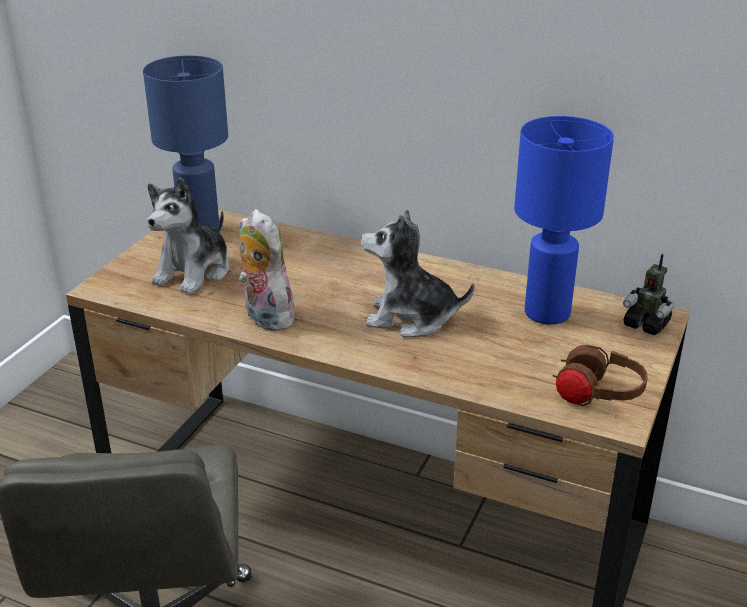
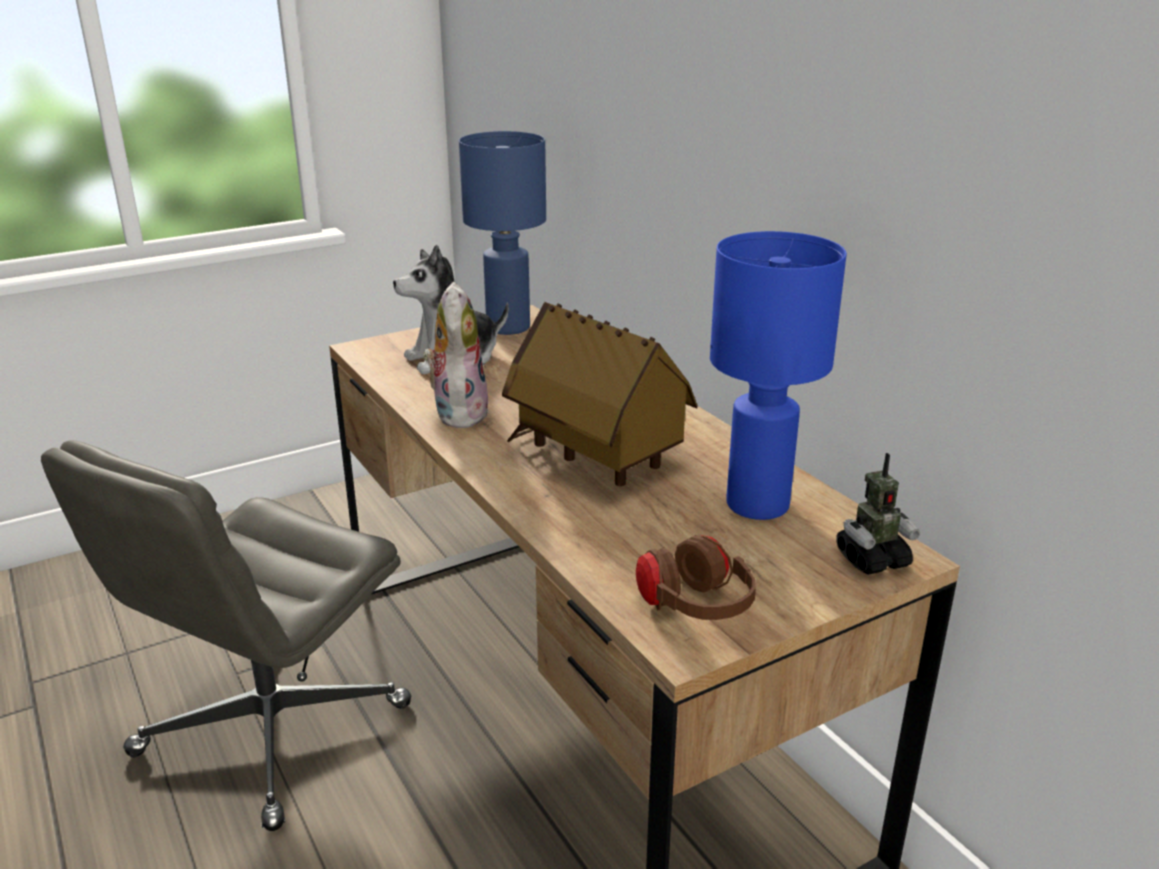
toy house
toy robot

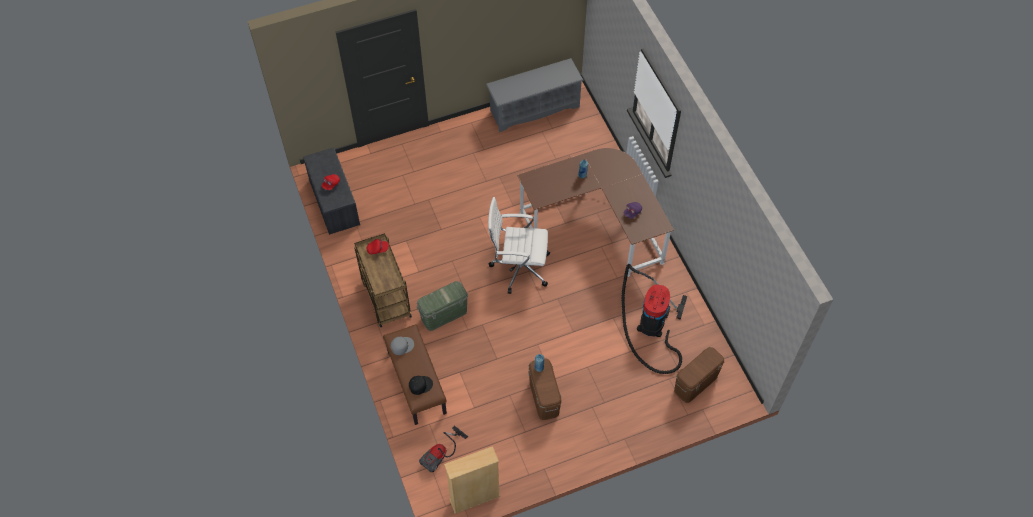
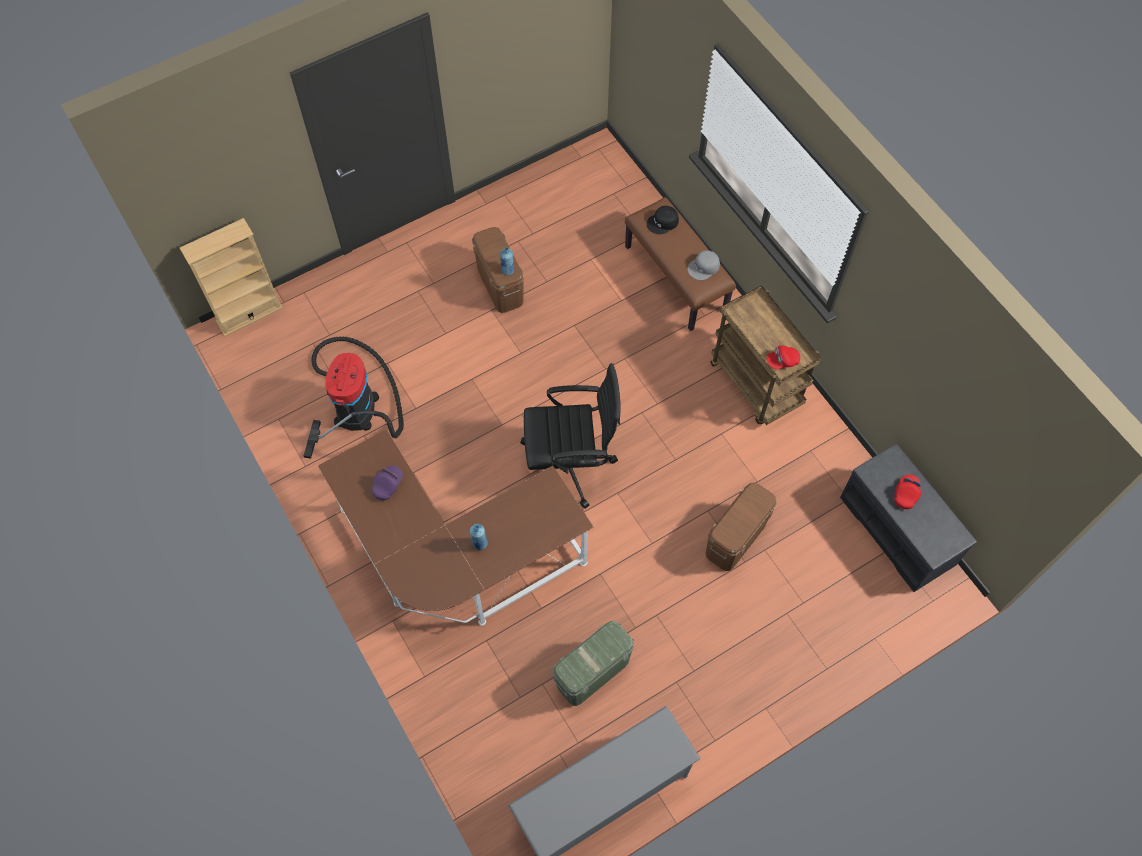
green storage box
vacuum cleaner (no. 1 from left in the first image)
beige bookcase
black office chair
brown storage box (no. 2 from left)

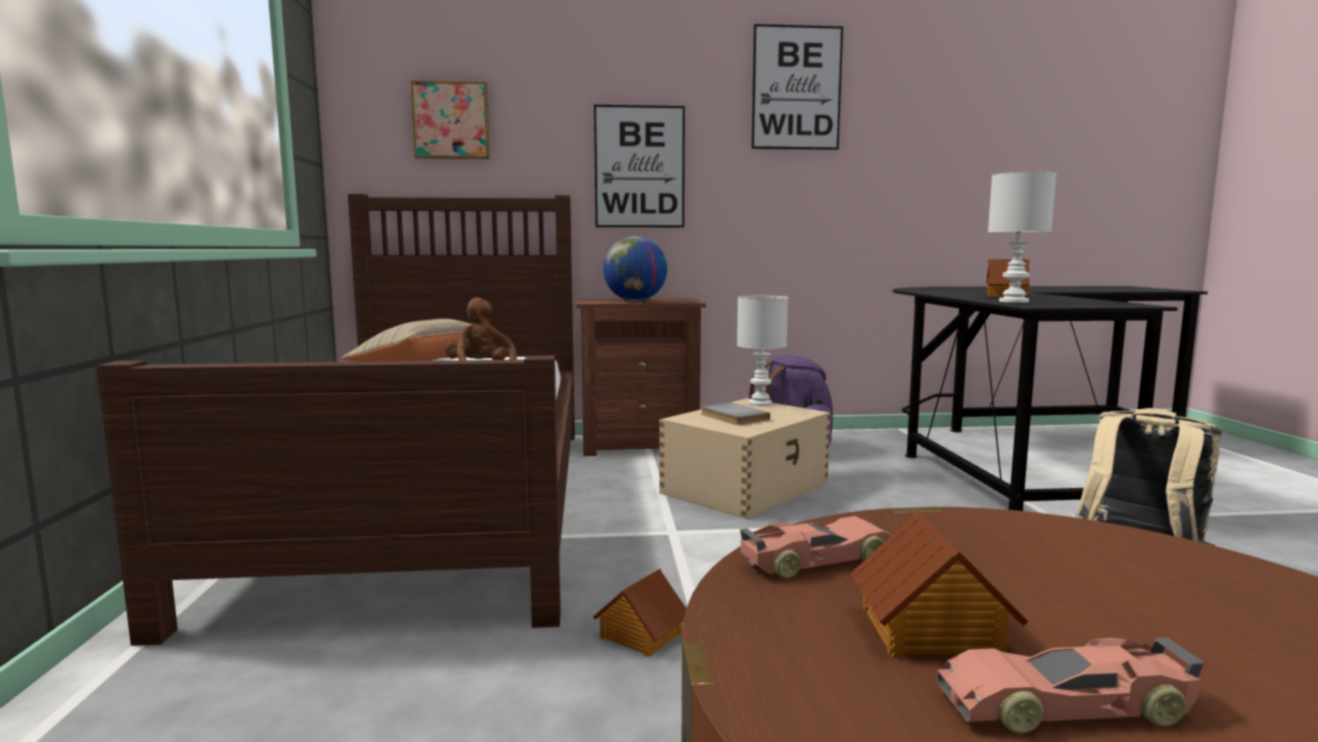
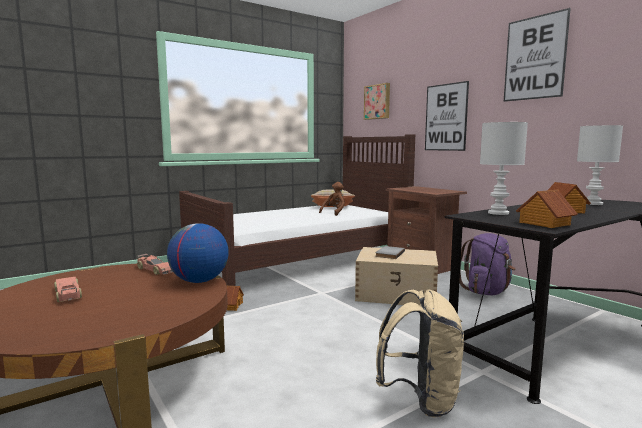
globe
white table lamp (no. 2 from left)
toy house (no. 2 from left)

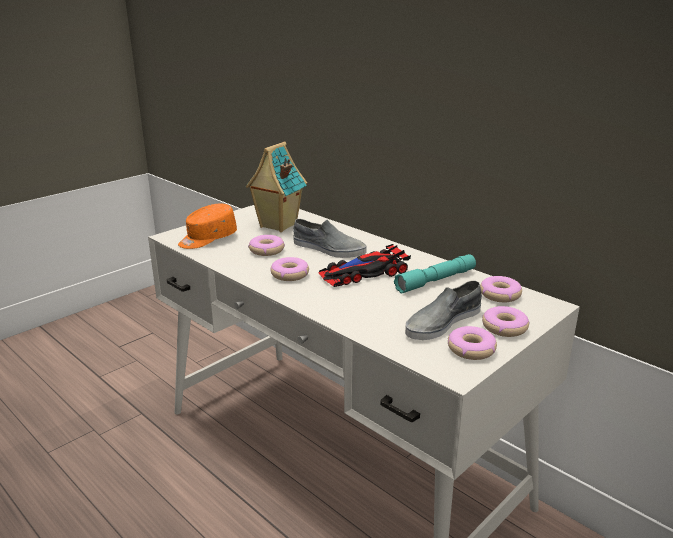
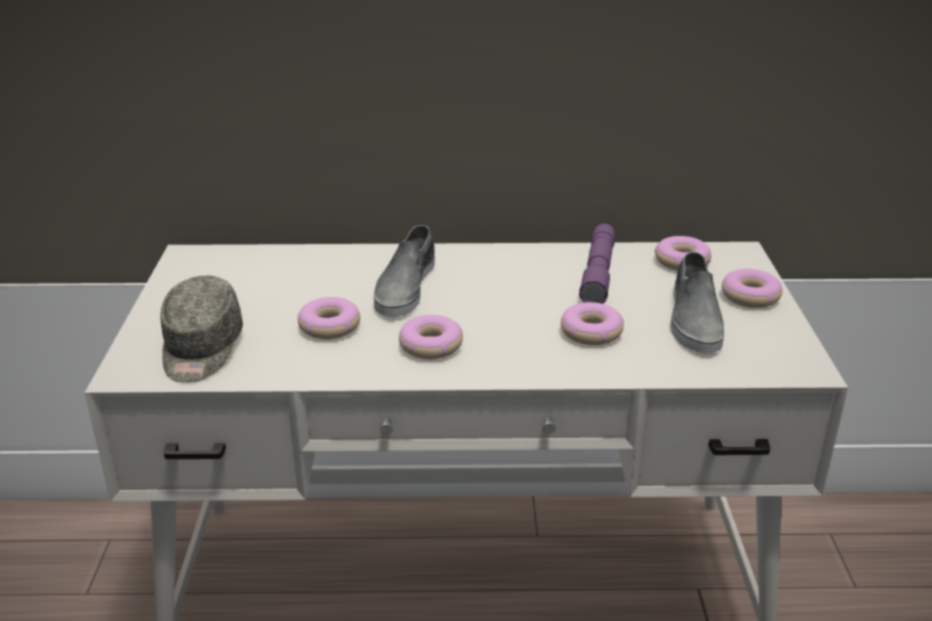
grey cap
toy house
grey shoe (no. 1 from left)
toy car
purple flashlight
donut (no. 3 from left)

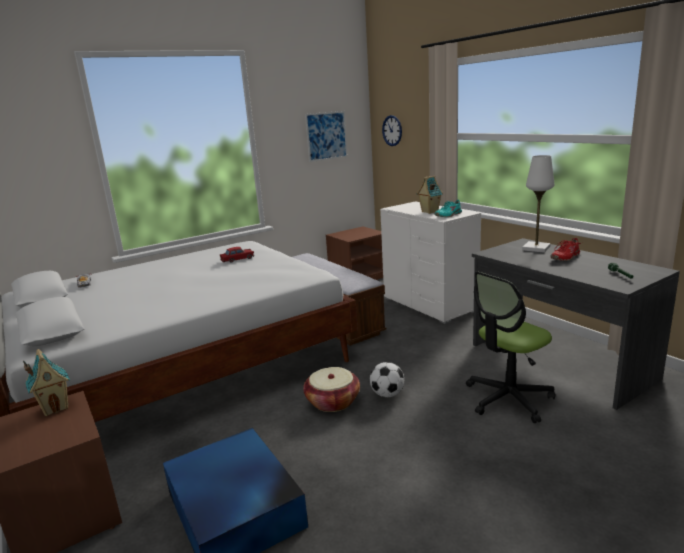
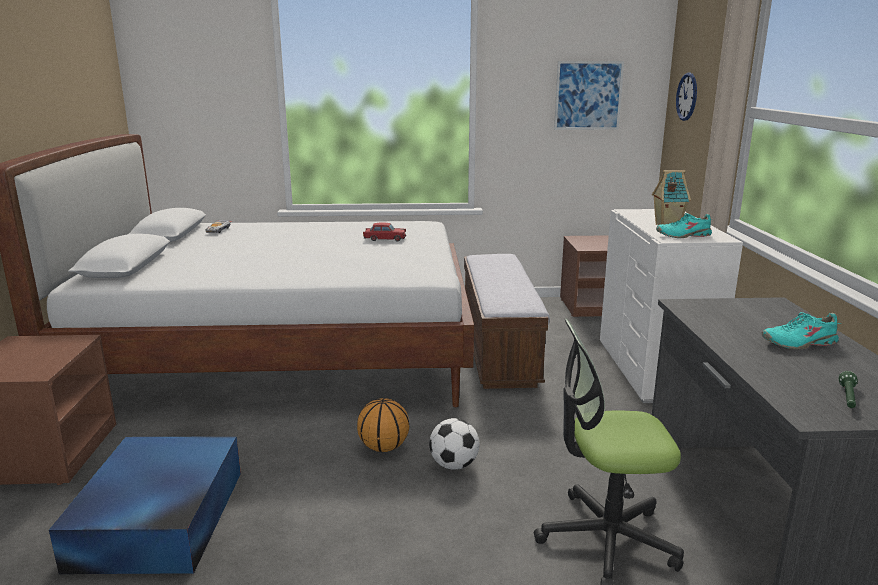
toy house (no. 1 from left in the first image)
basketball
white table lamp
turquoise shoe (no. 2 from left)

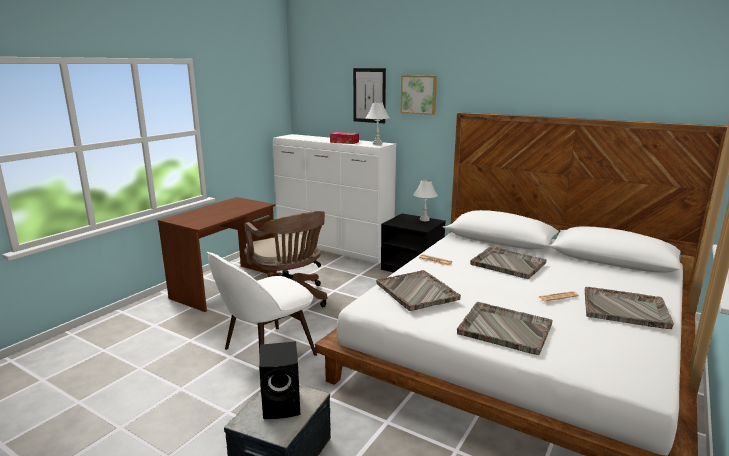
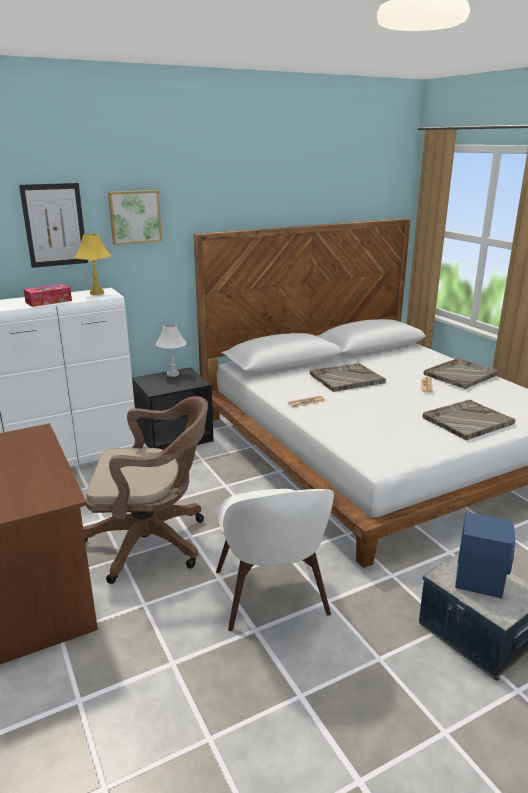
blue speaker
yellow table lamp
grey tray (no. 1 from left in the first image)

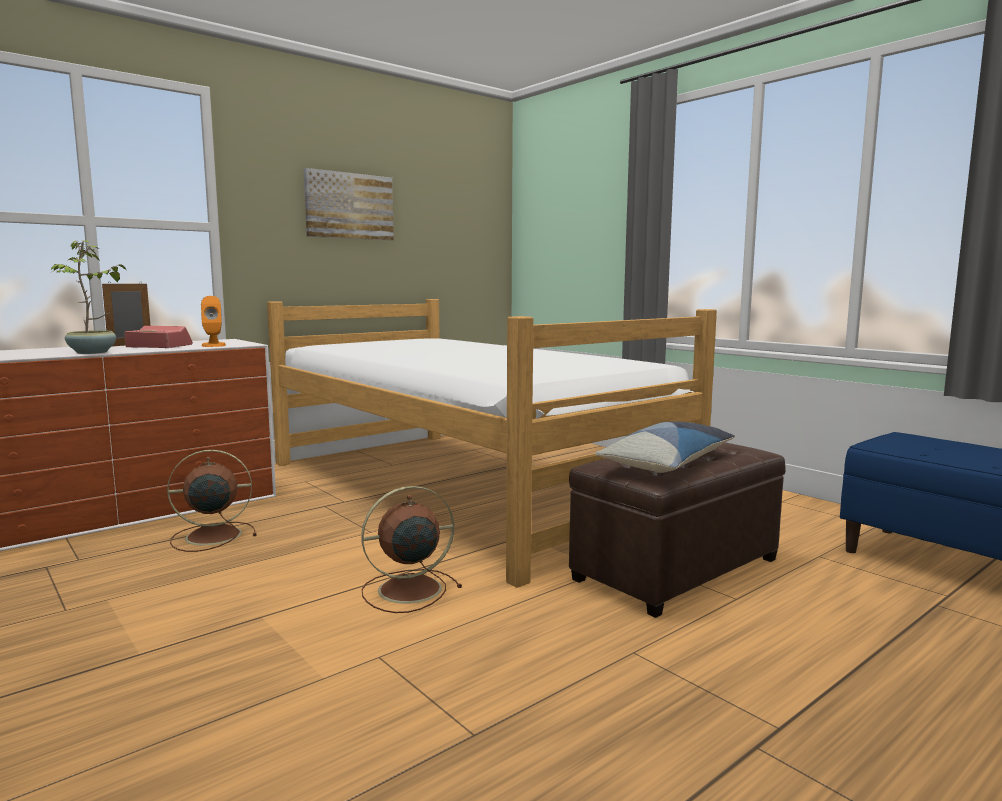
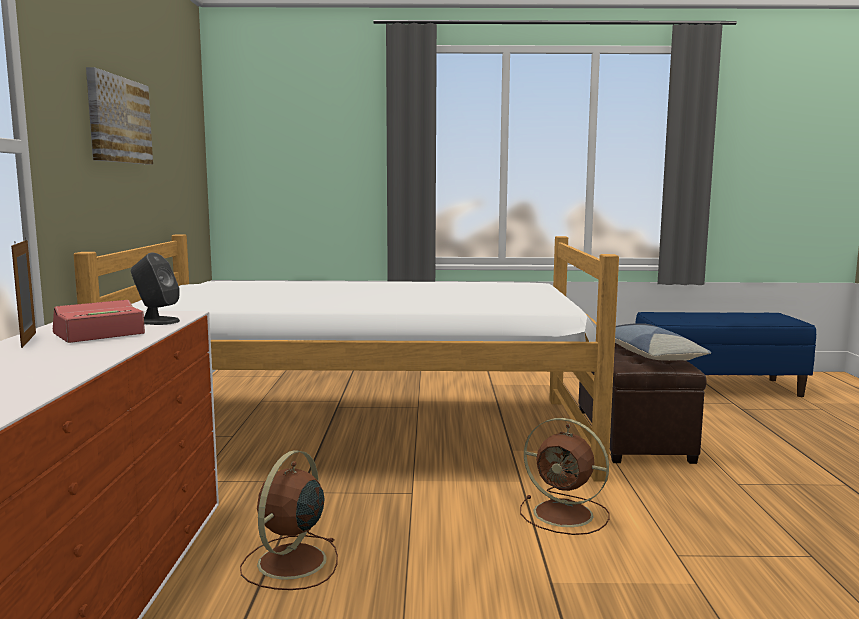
potted plant
grey speaker
brown fan (no. 2 from left)

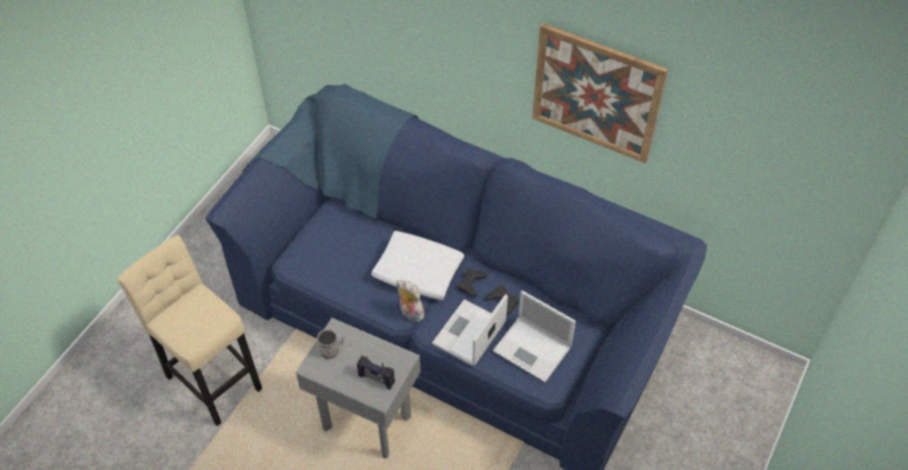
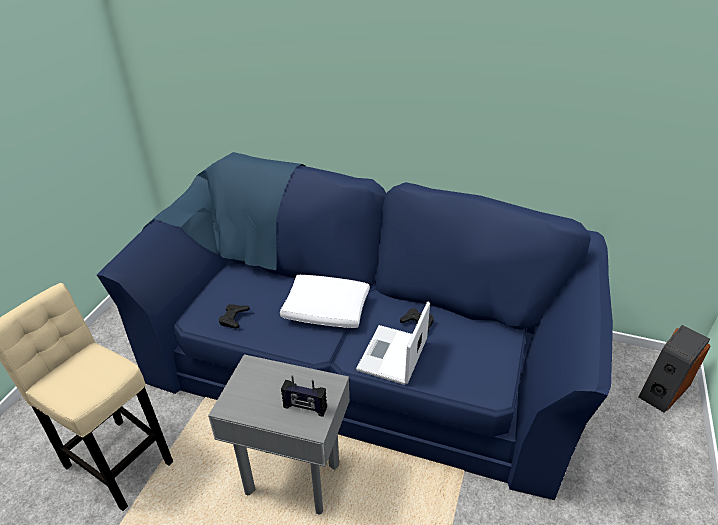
grey mug
plush toy
black game controller (no. 1 from left)
laptop (no. 2 from left in the first image)
picture
speaker

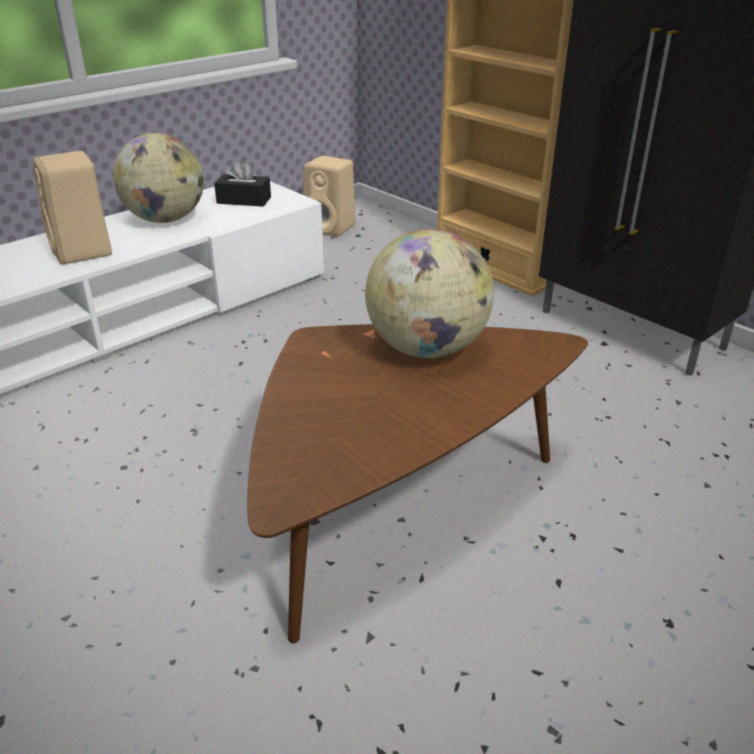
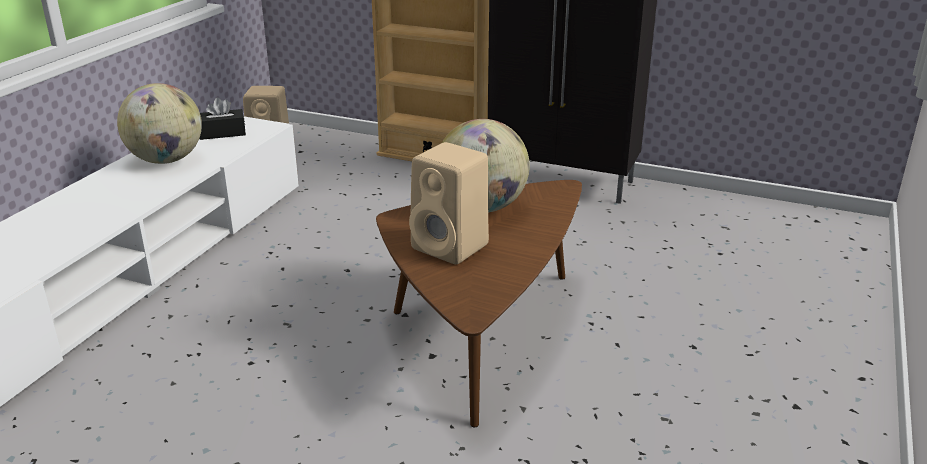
beige speaker (no. 2 from left)

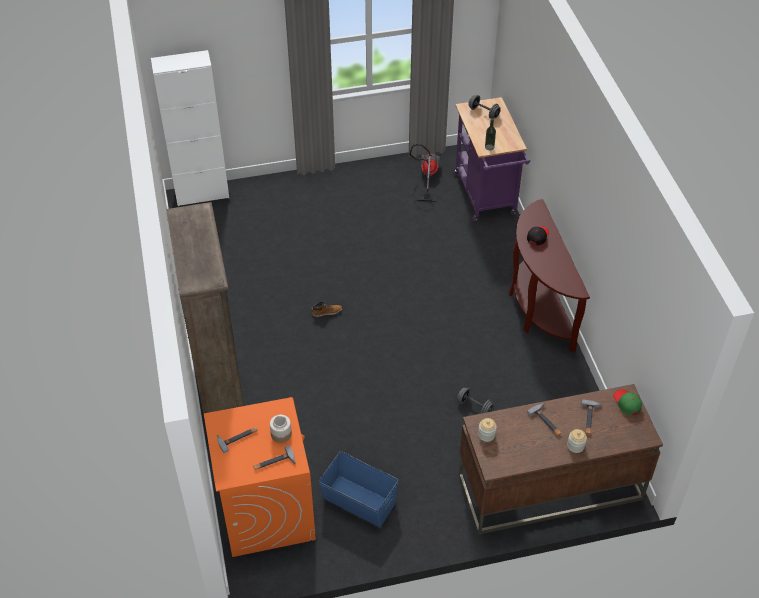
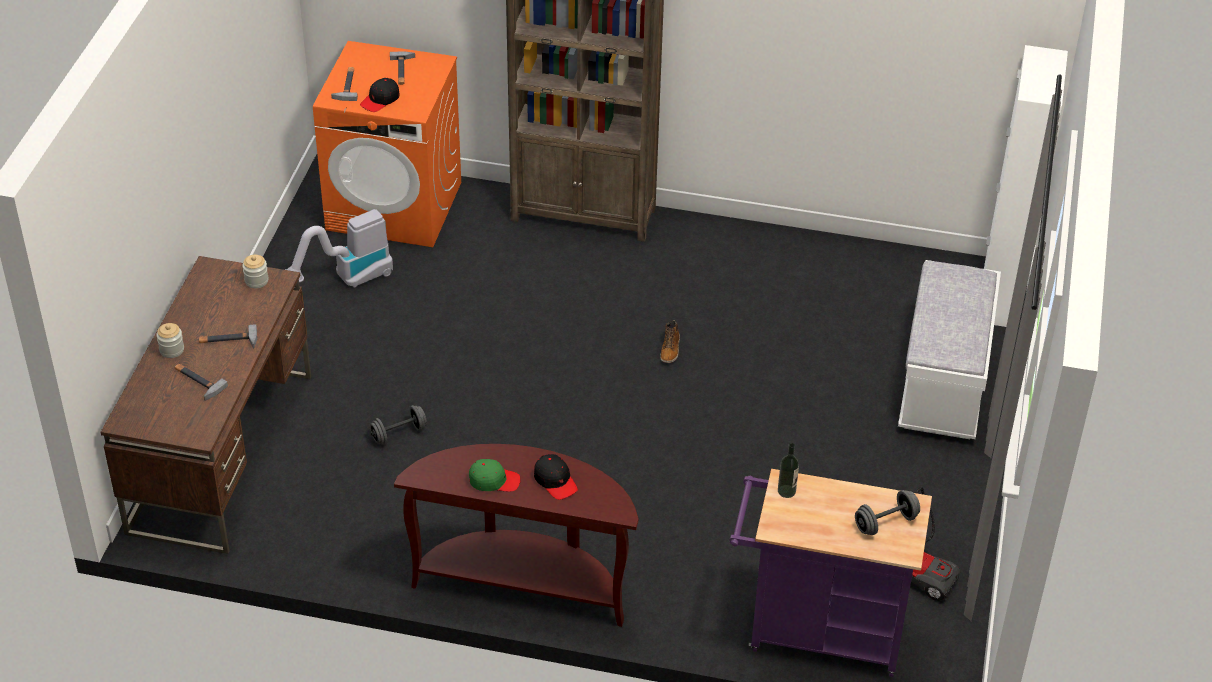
black cap (no. 1 from left)
vacuum cleaner (no. 1 from left)
green cap
white bench

